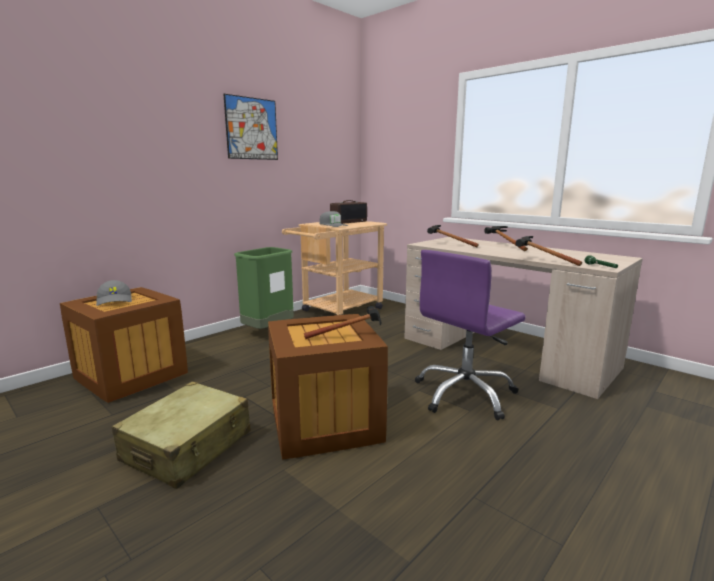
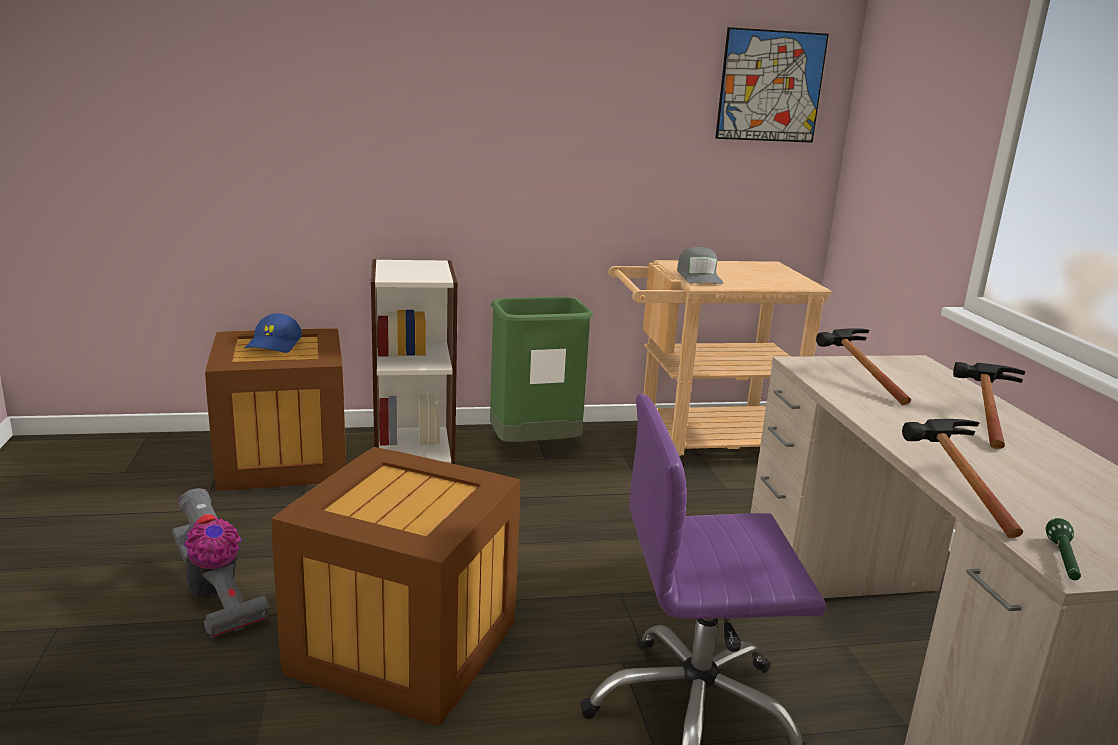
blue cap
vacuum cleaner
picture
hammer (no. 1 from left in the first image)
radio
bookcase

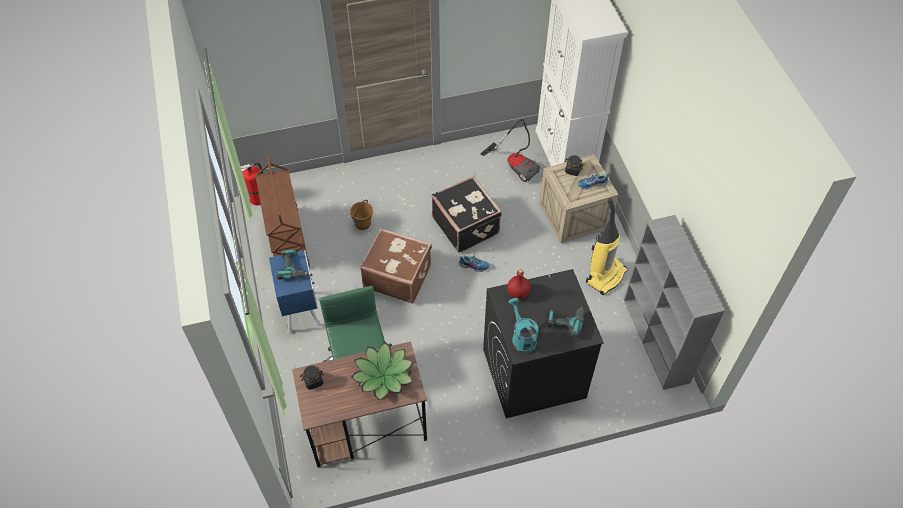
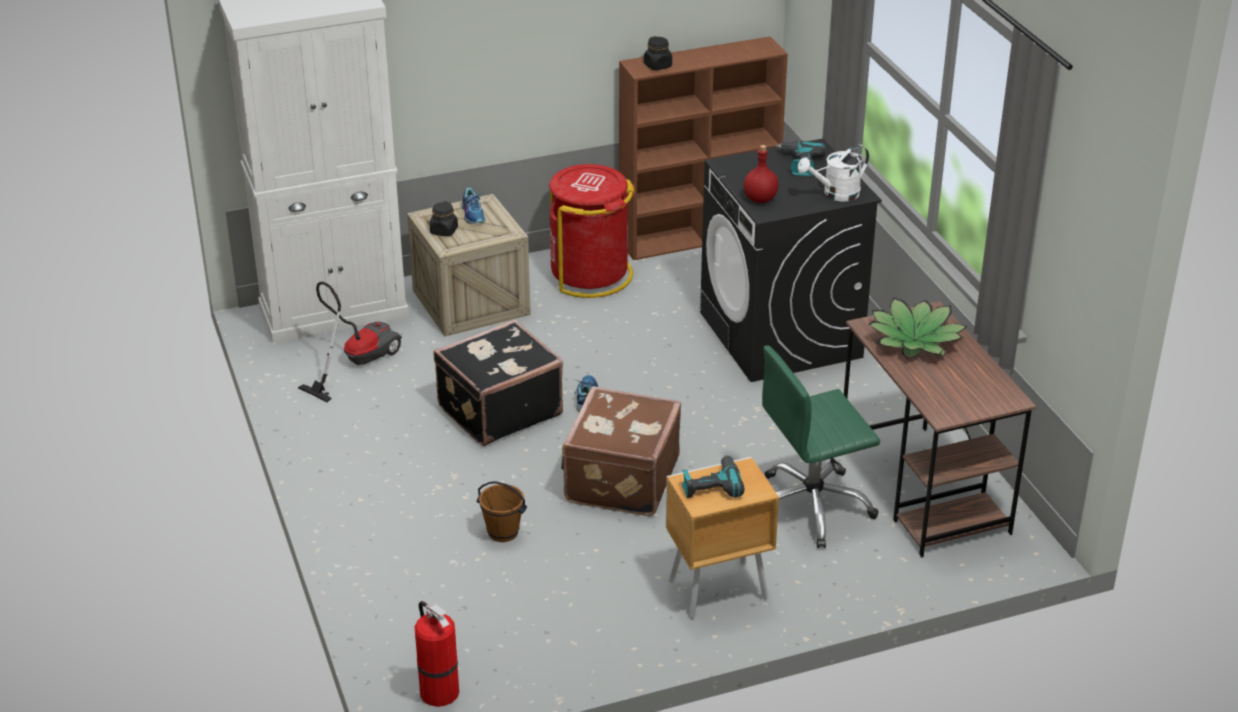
brown cart
brown nightstand
black jar (no. 2 from left)
white watering can
red trash can
brown bookcase

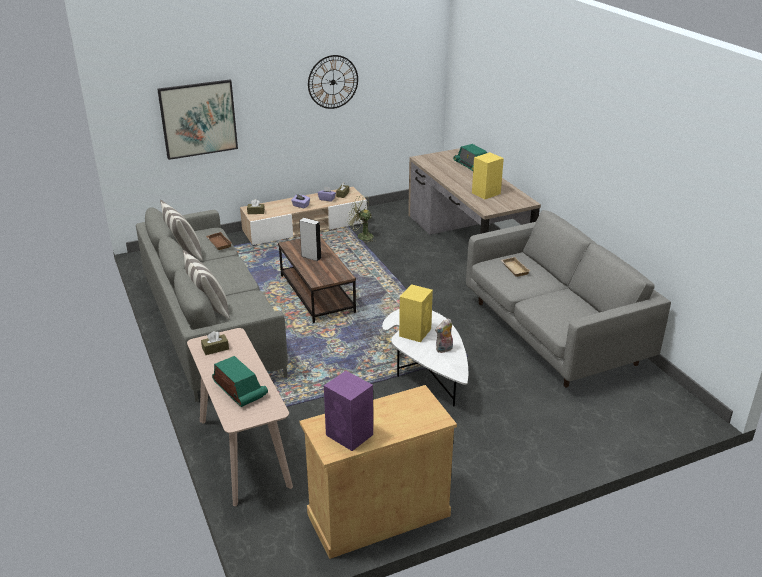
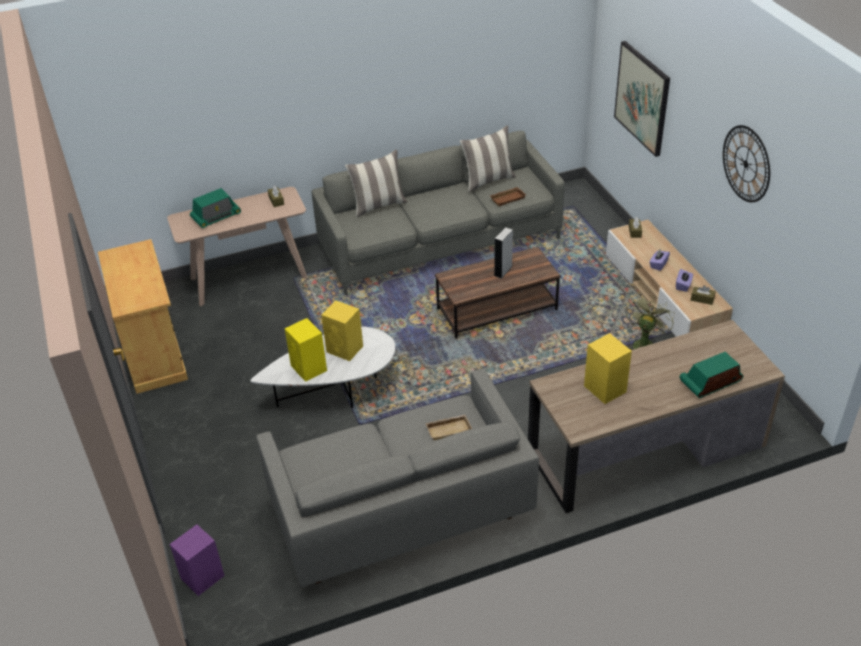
purple speaker
yellow speaker (no. 1 from left)

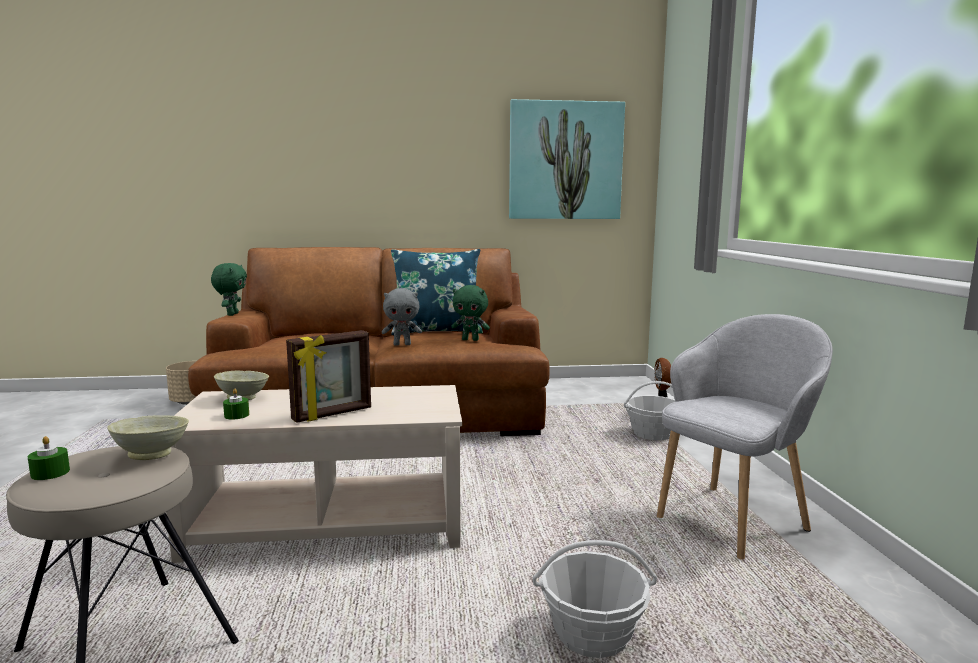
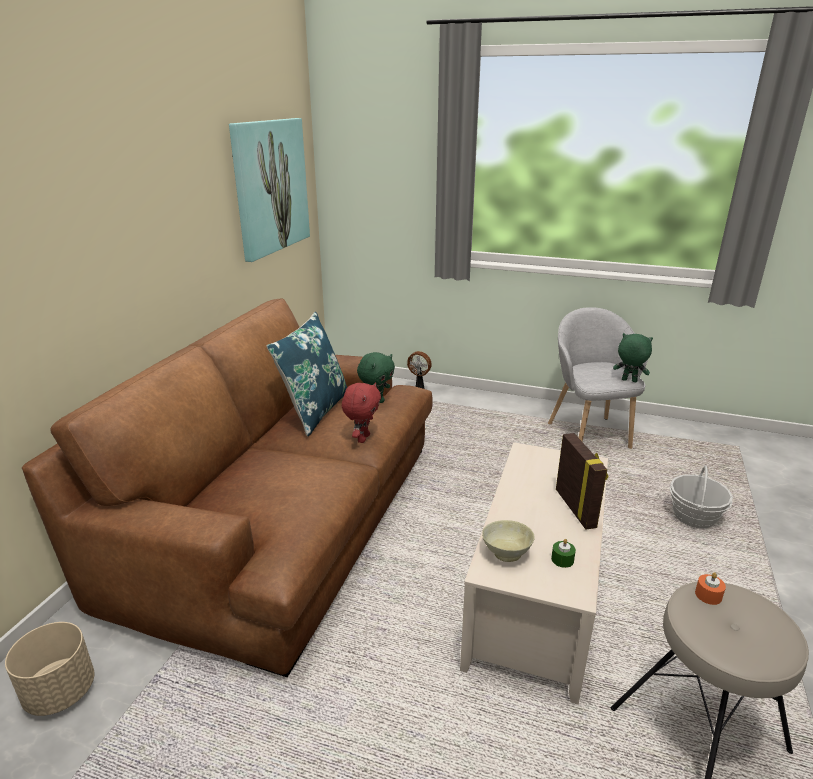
green candle (no. 1 from left in the first image)
orange candle
green plush toy (no. 2 from left)
red plush toy
basket (no. 2 from left in the first image)

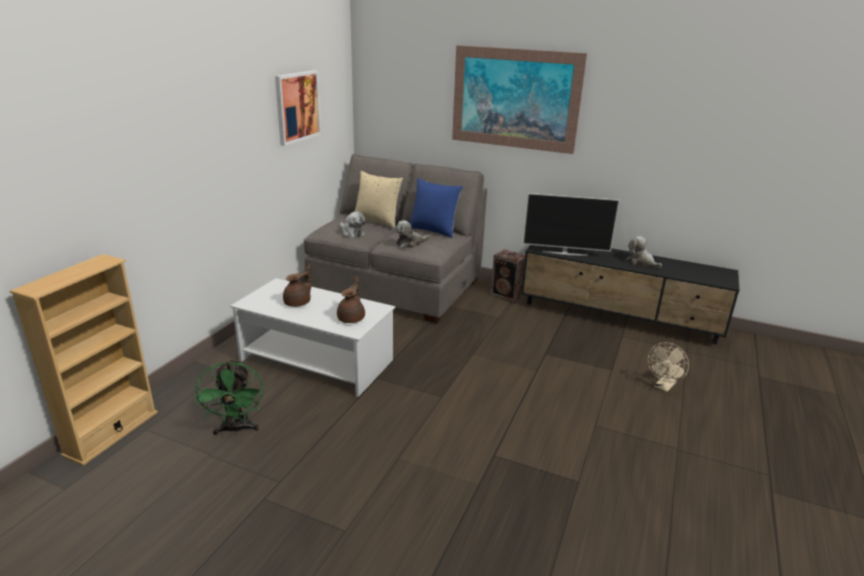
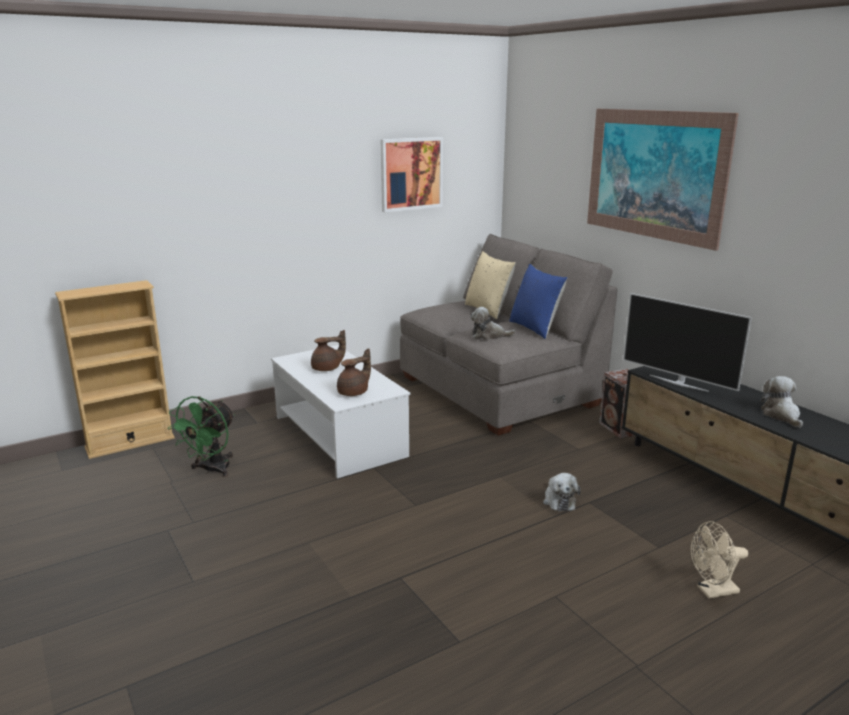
plush toy (no. 2 from left)

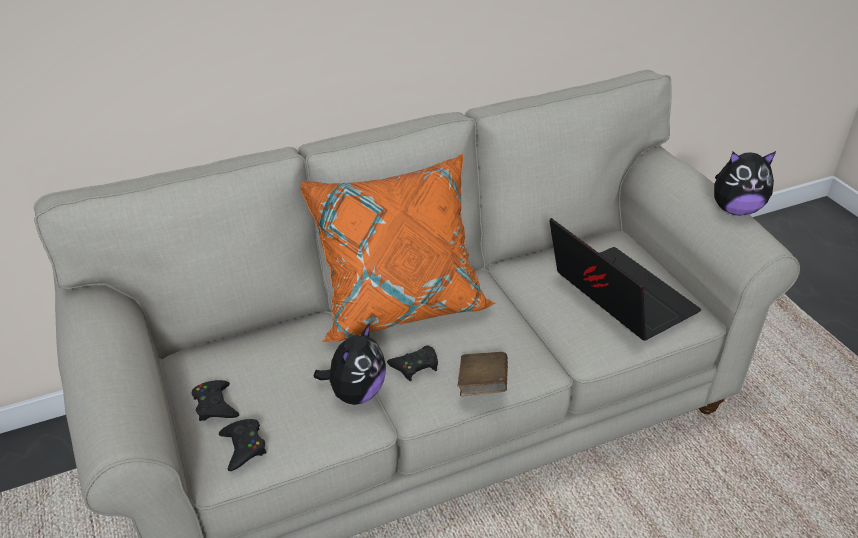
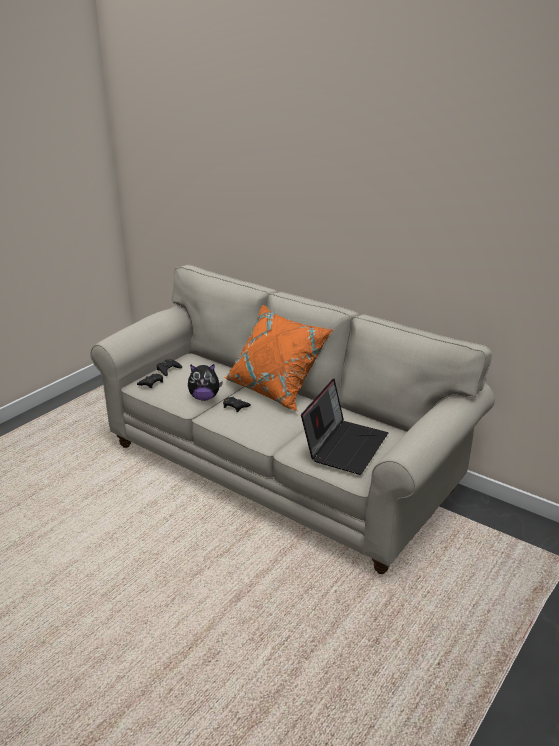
brown book
plush toy (no. 2 from left in the first image)

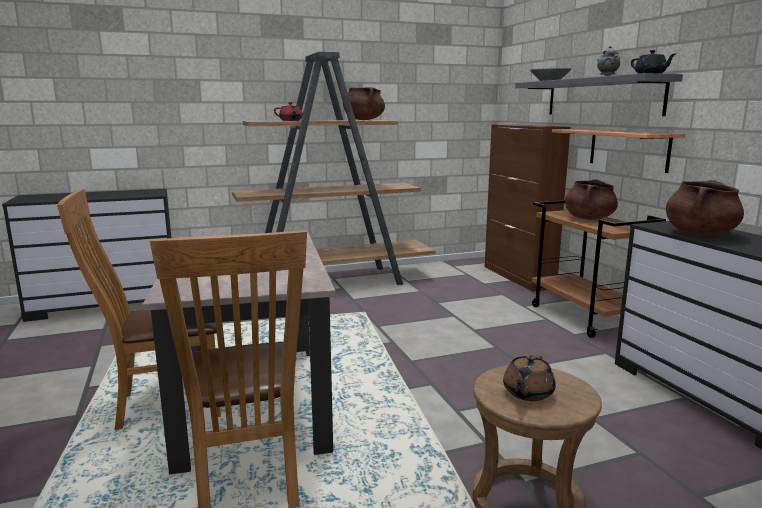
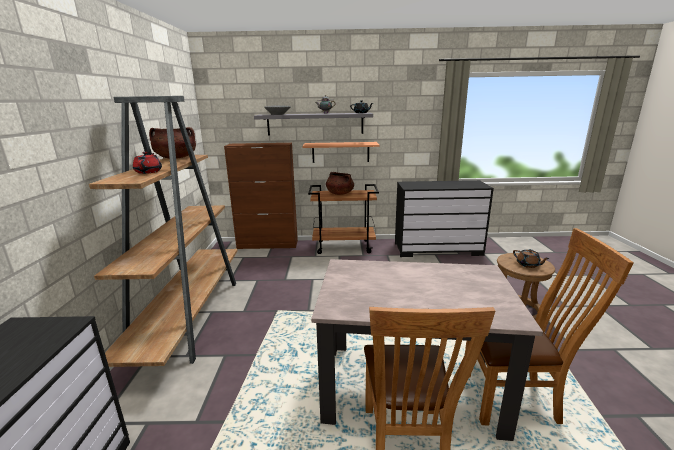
brown cooking pot (no. 3 from left in the first image)

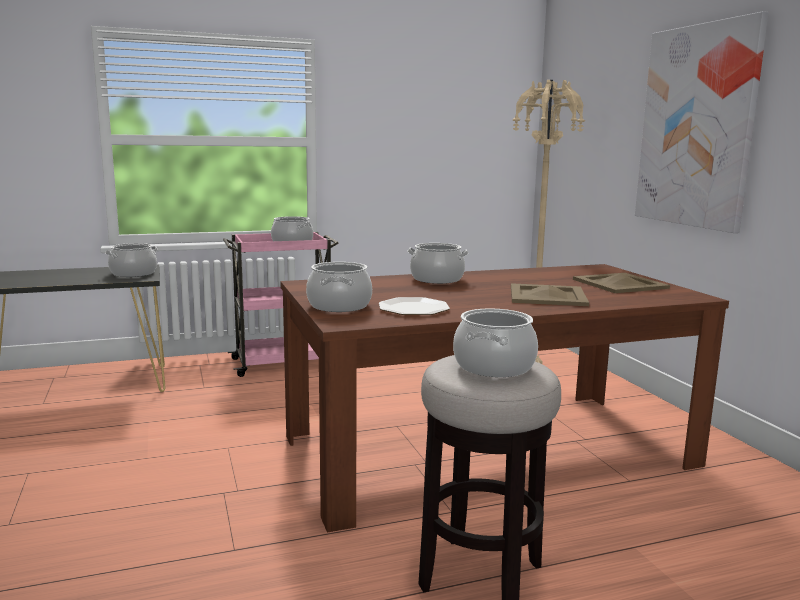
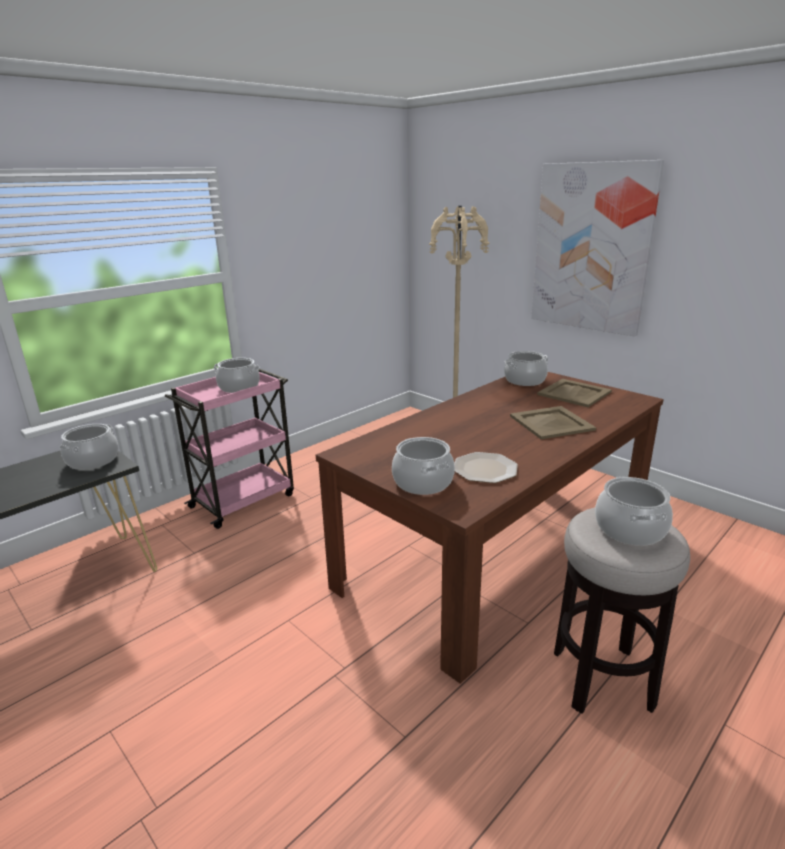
cooking pot (no. 4 from left)

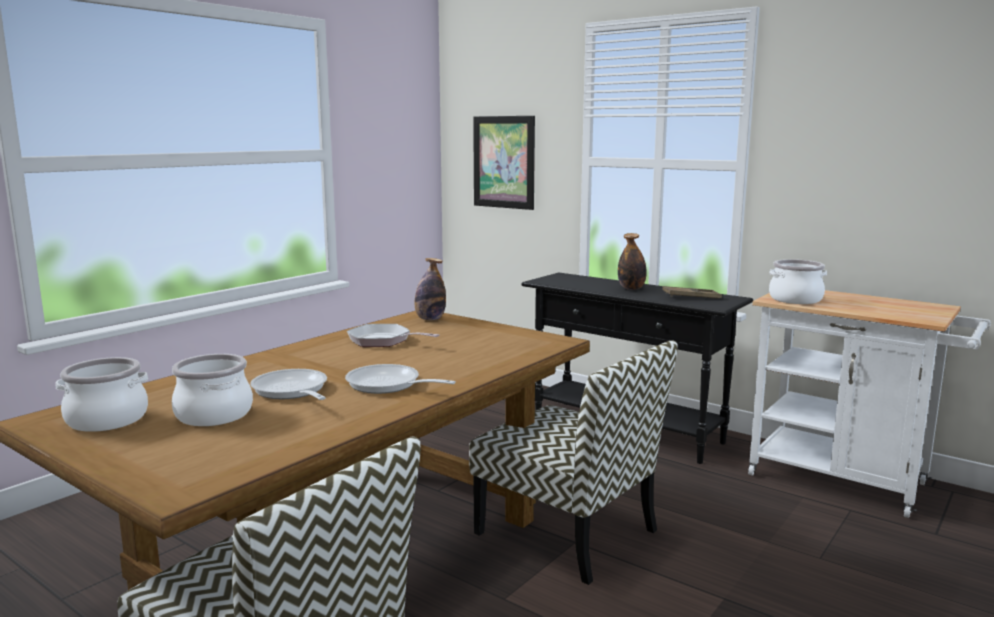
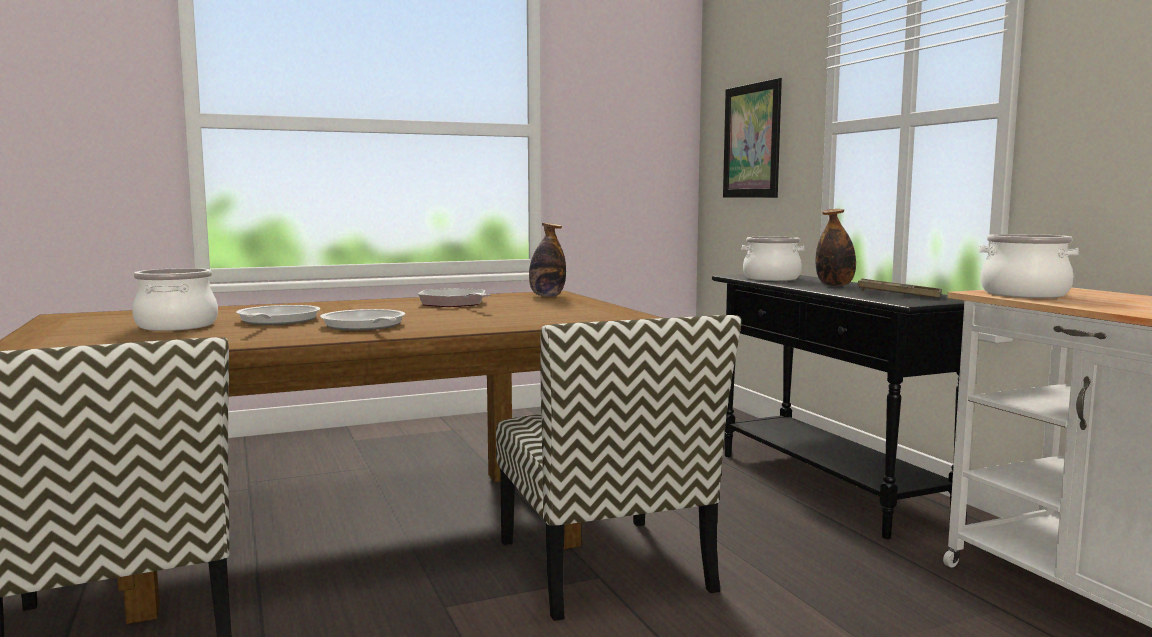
cooking pot (no. 2 from left)

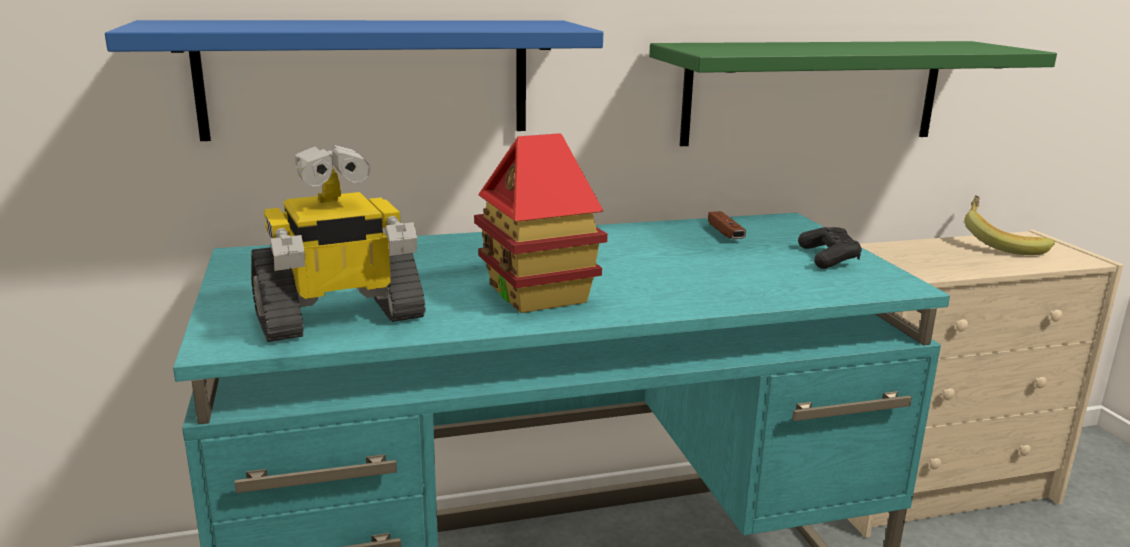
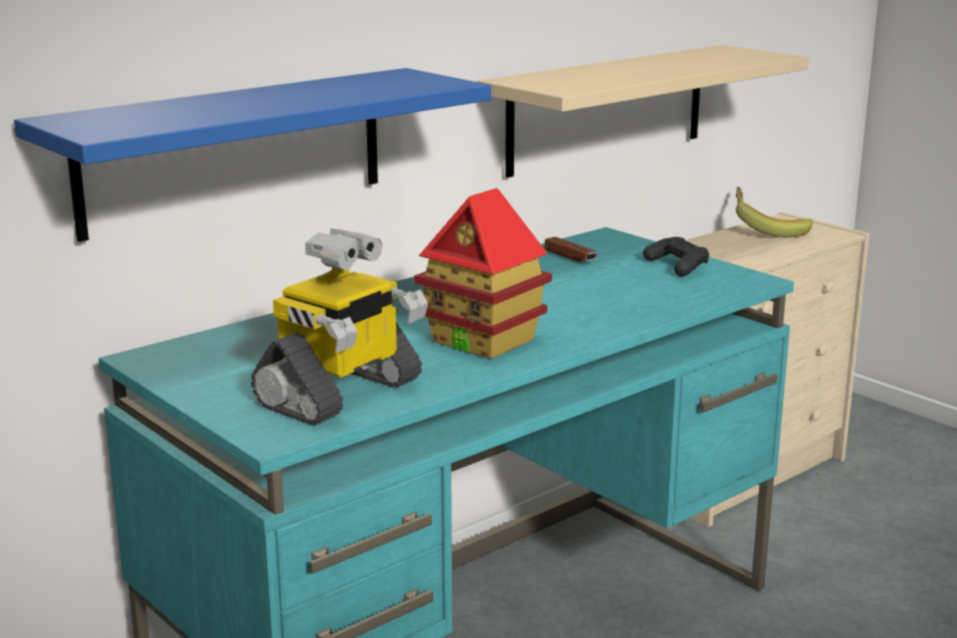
beige shelf

